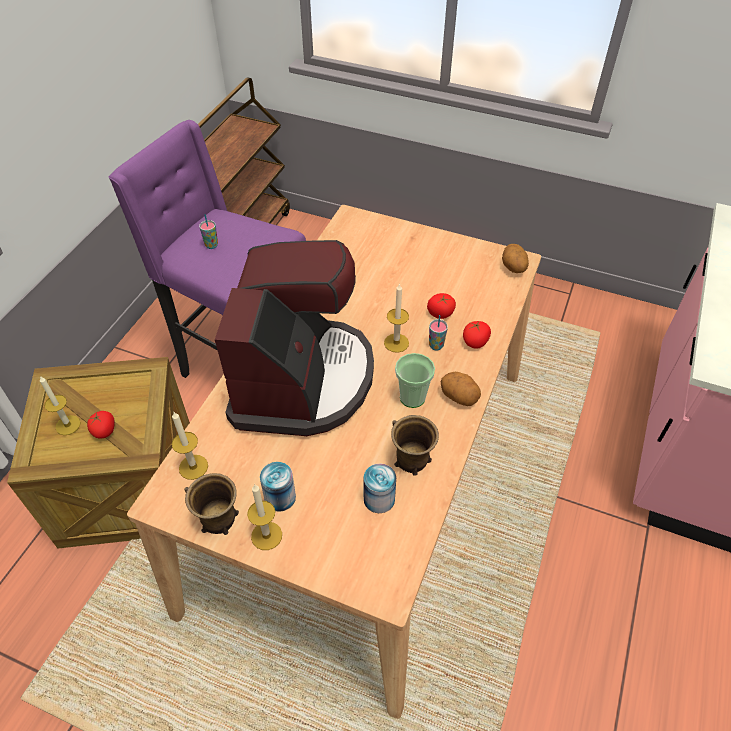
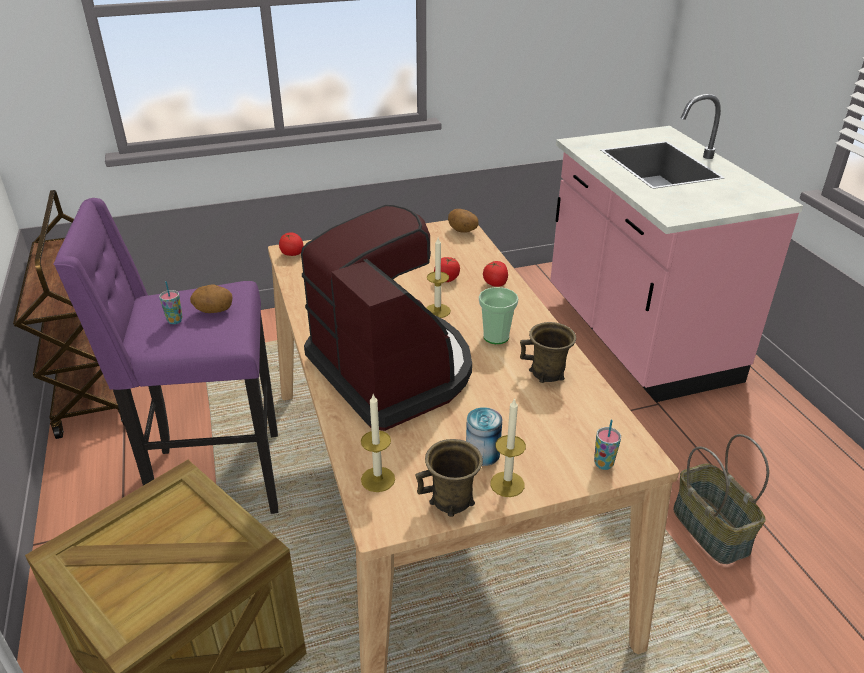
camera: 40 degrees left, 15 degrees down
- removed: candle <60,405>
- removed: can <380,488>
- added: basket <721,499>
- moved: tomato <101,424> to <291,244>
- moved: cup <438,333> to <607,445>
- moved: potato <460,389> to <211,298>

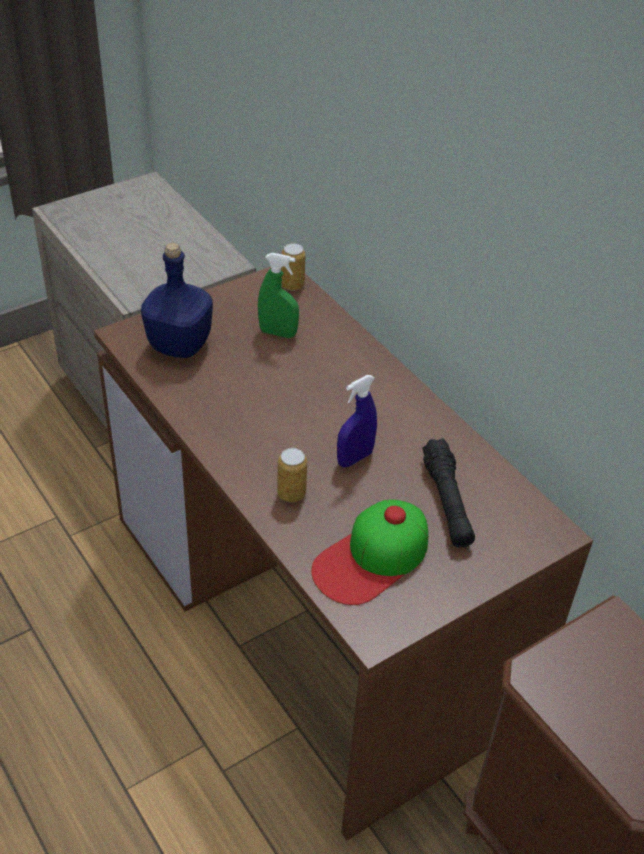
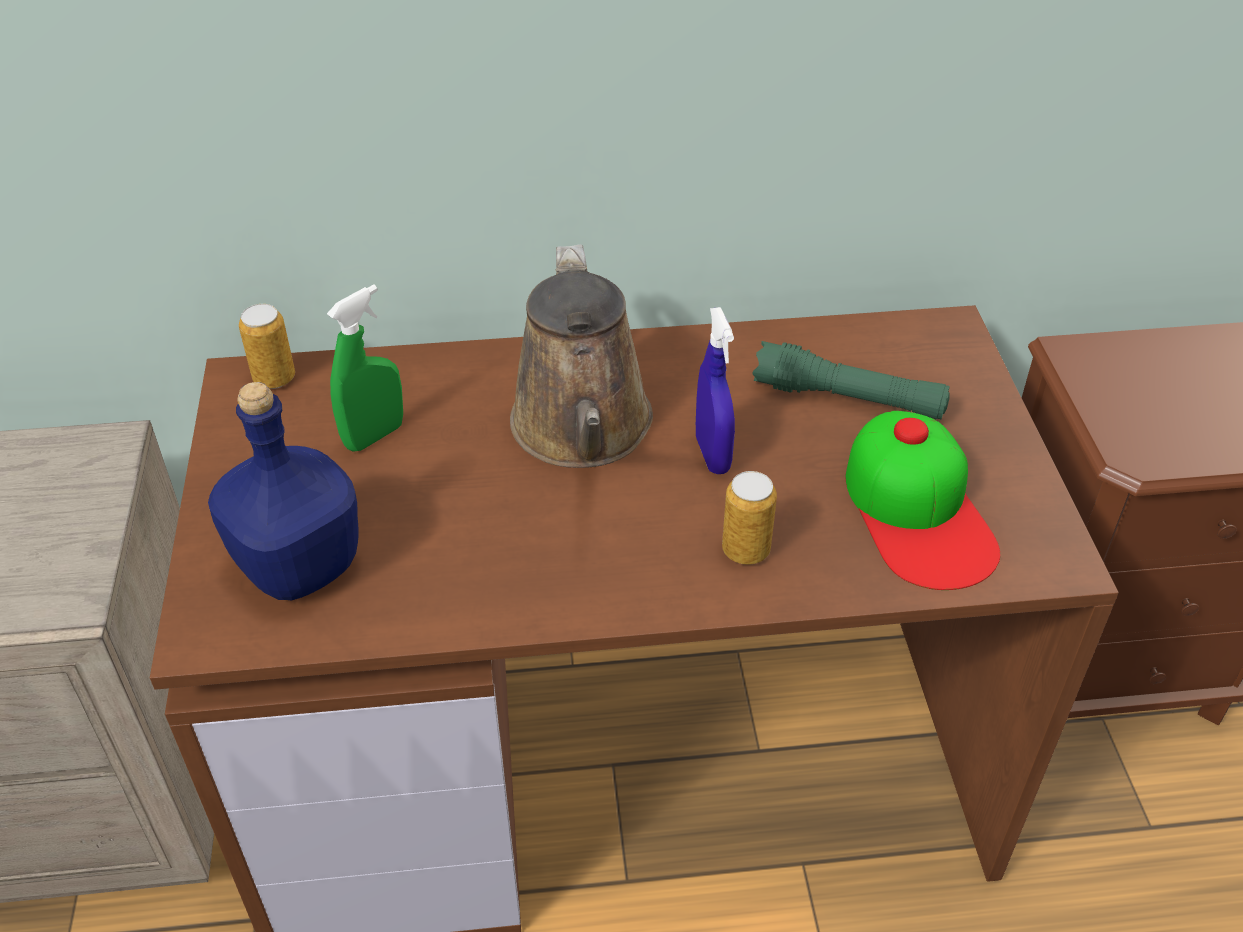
camera: 60 degrees left, 0 degrees up
- added: brown_watering_can <581,356>
- recoloured: black_flashlight <448,493> to green_flashlight <851,380>

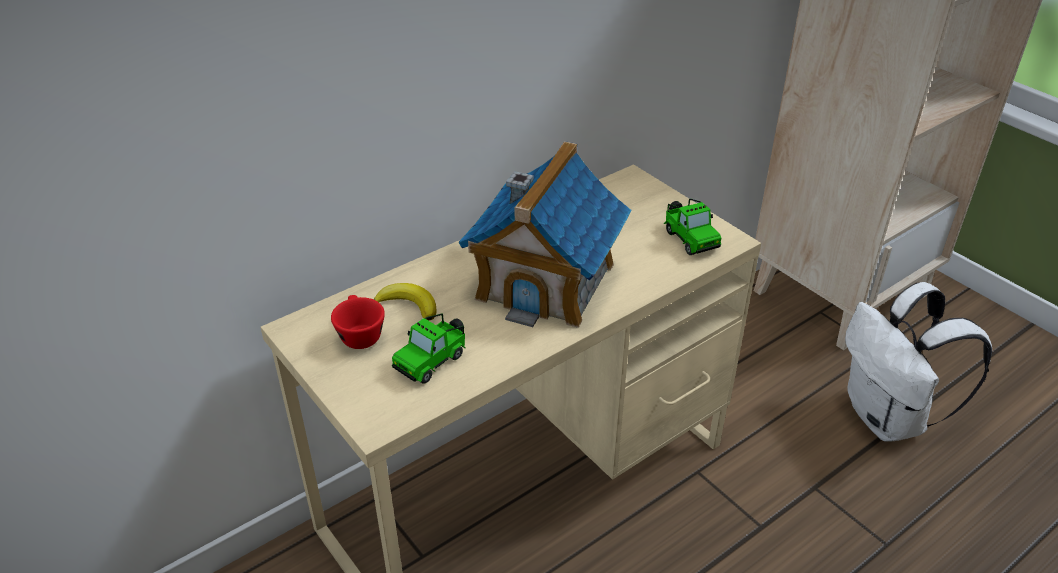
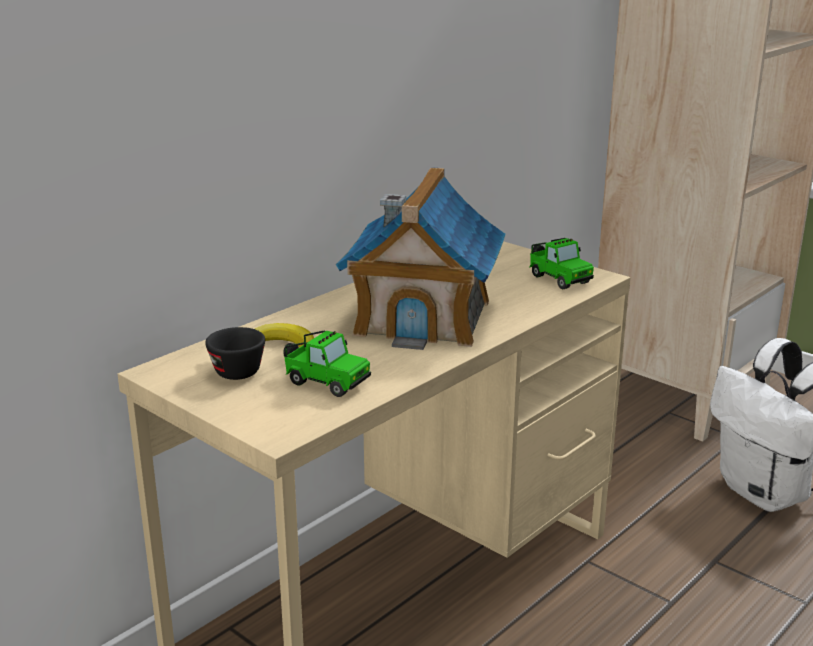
camera: 10 degrees left, 15 degrees down
- recoloured: red_cup <358,322> to black_cup <235,353>
- turned: toy_car <429,348> = <327,364> 90 degrees counterclockwise

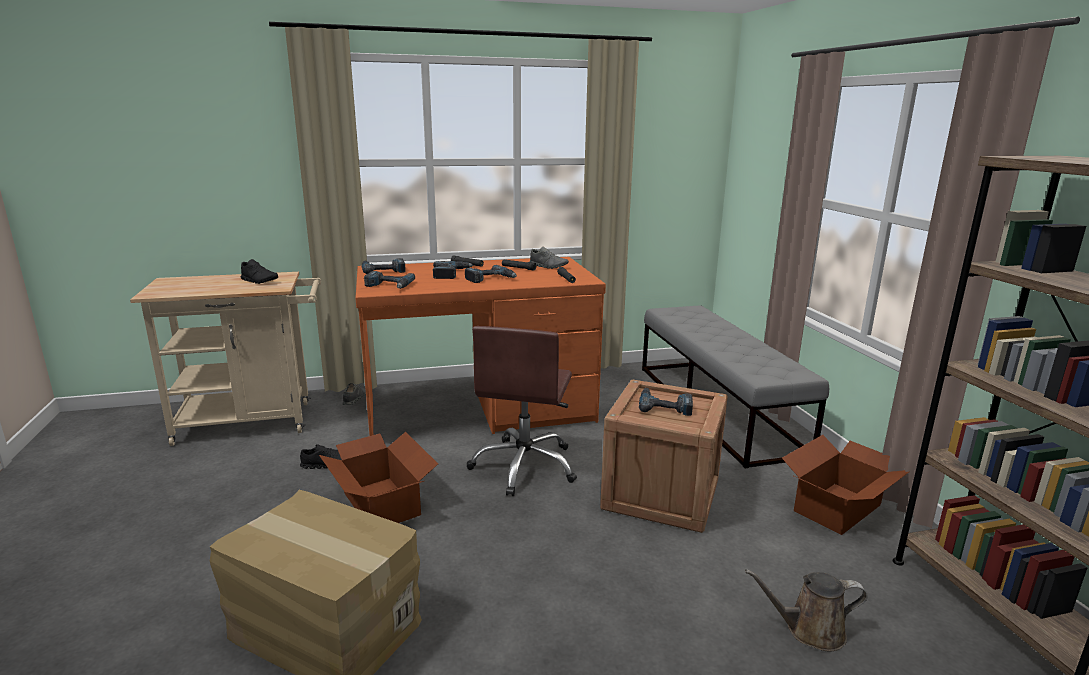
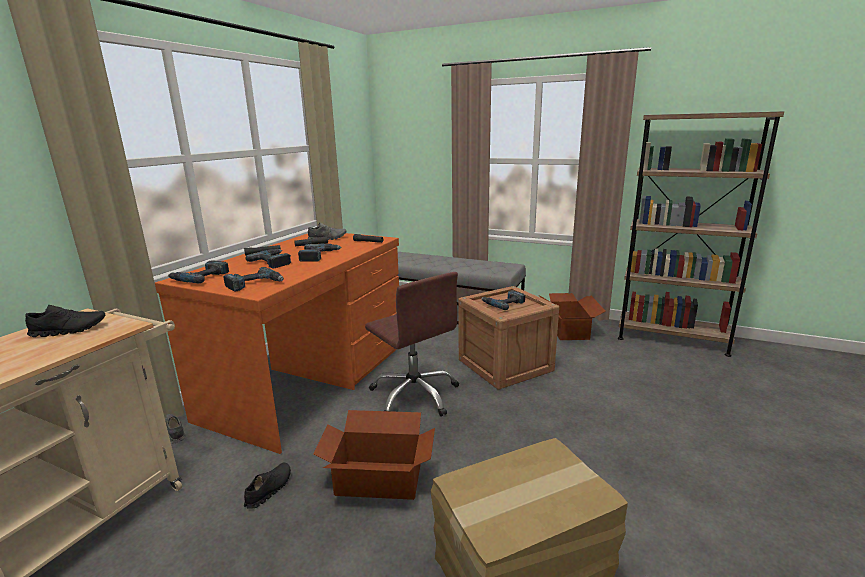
camera: 50 degrees left, 0 degrees up
- removed: brown_watering_can <806,610>

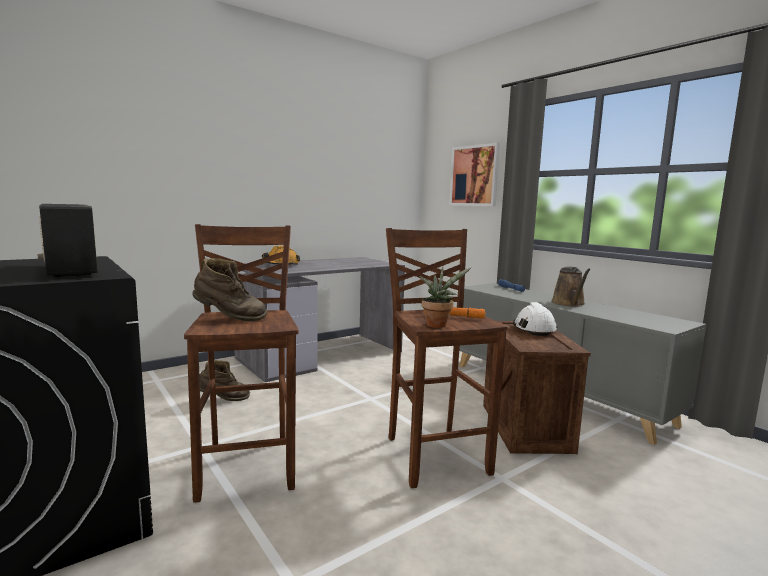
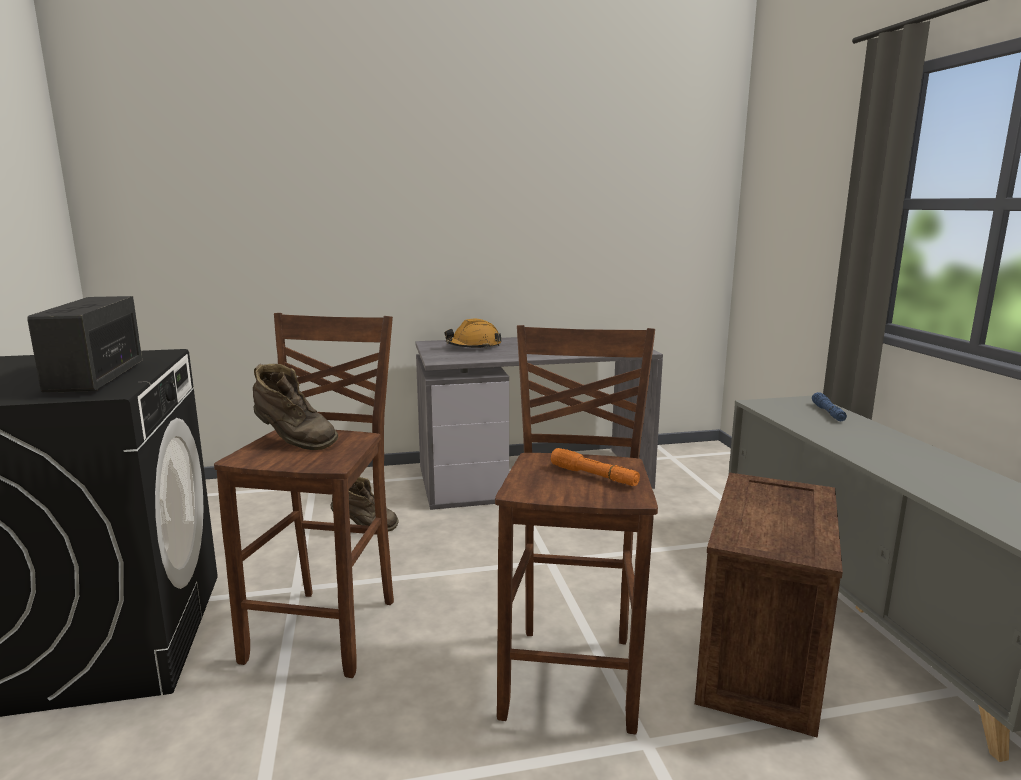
camera: 25 degrees right, 5 degrees up
- removed: potted_plant <445,297>
- removed: picture <474,175>
- removed: white_hard_hat <535,319>
- removed: brown_watering_can <571,287>

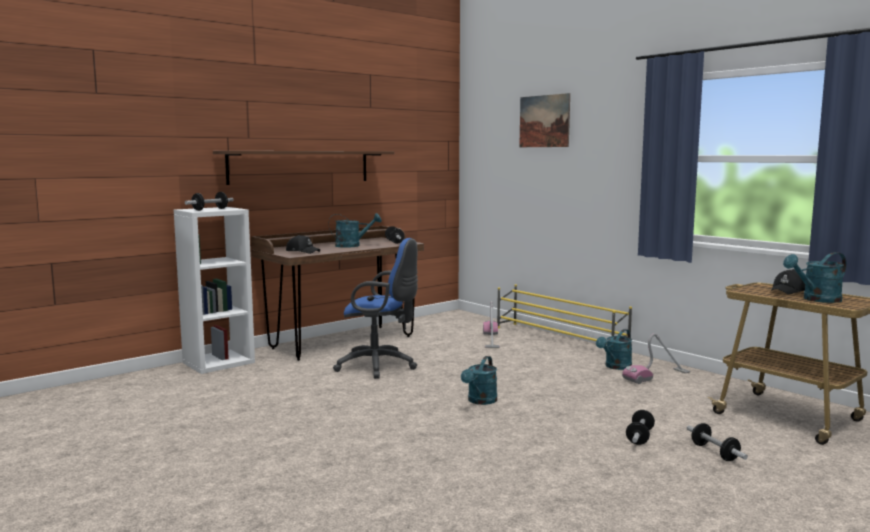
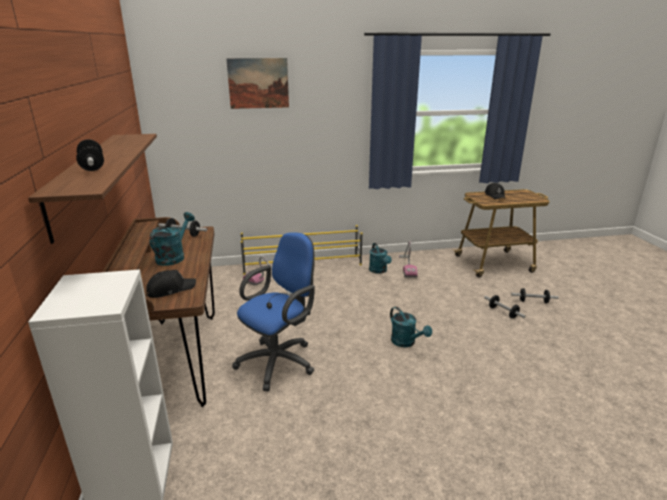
camera: 60 degrees left, 15 degrees up
- removed: turquoise_watering_can <814,277>
- moved: dumbbell <209,201> to <90,155>

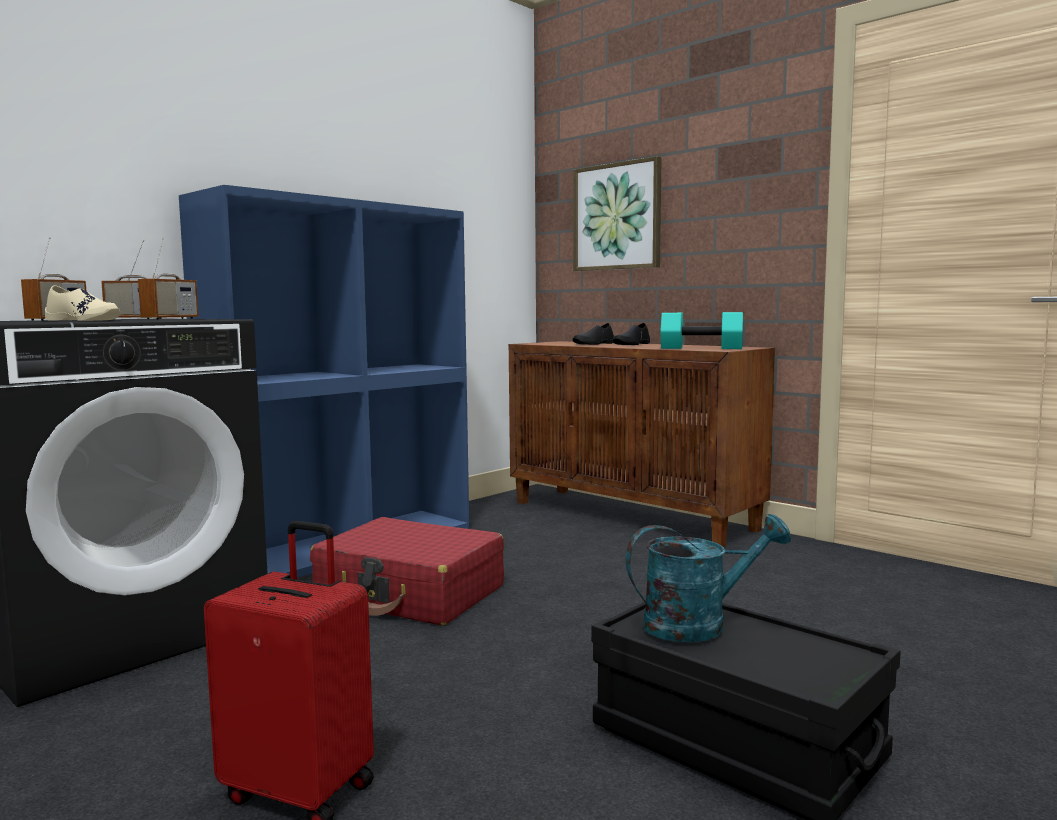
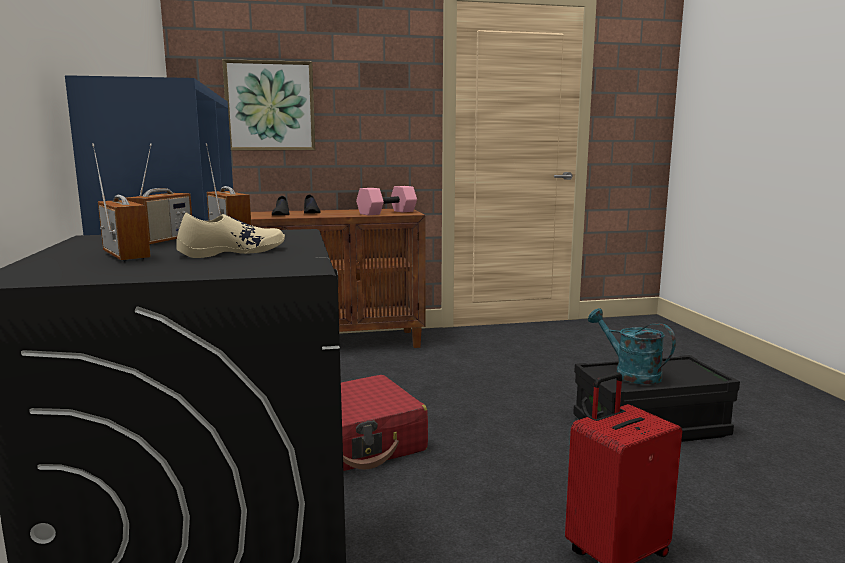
camera: 55 degrees left, 5 degrees up
- recoloured: turquoise_dumbbell <702,330> to pink_dumbbell <386,201>
- turned: turquoise_watering_can <708,578> = <632,346> 60 degrees counterclockwise

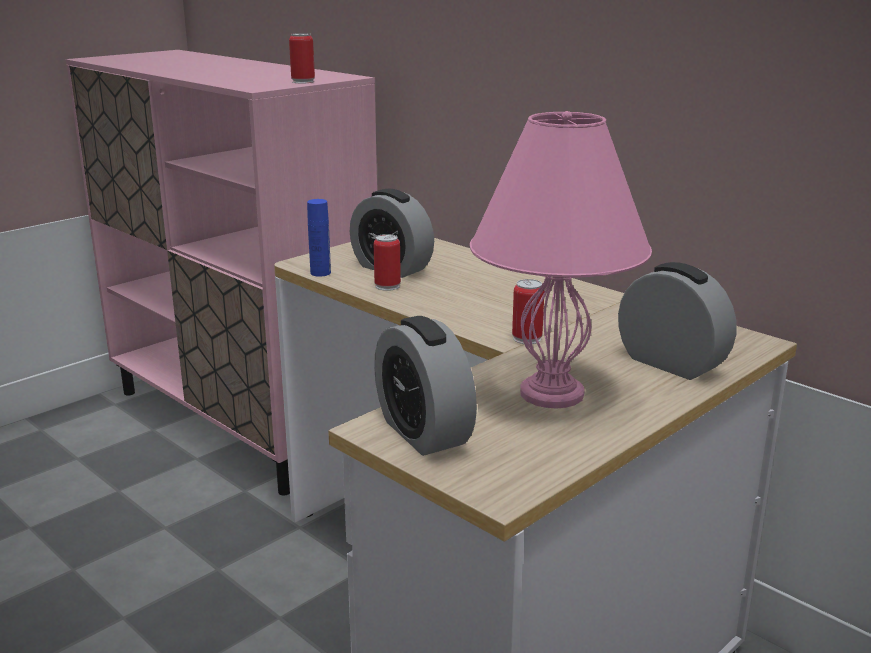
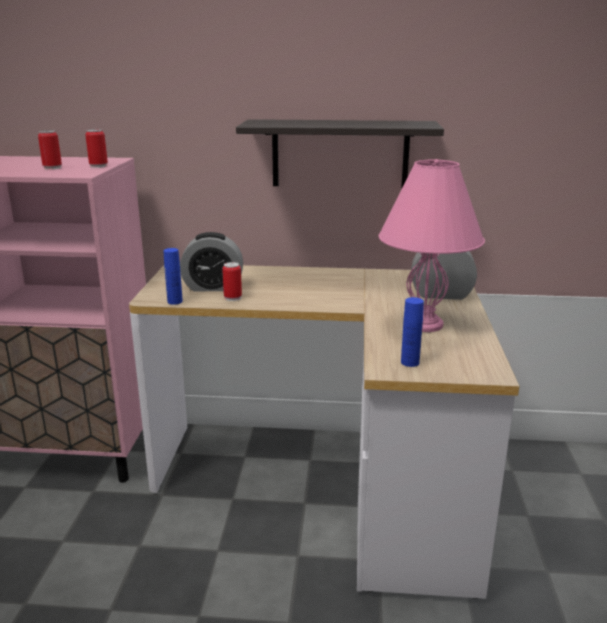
camera: 40 degrees left, 0 degrees up
- added: shelf <340,153>
- moved: can <528,311> to <50,150>
- replaced: alarm_clock <425,386> to blue_bottle <412,332>

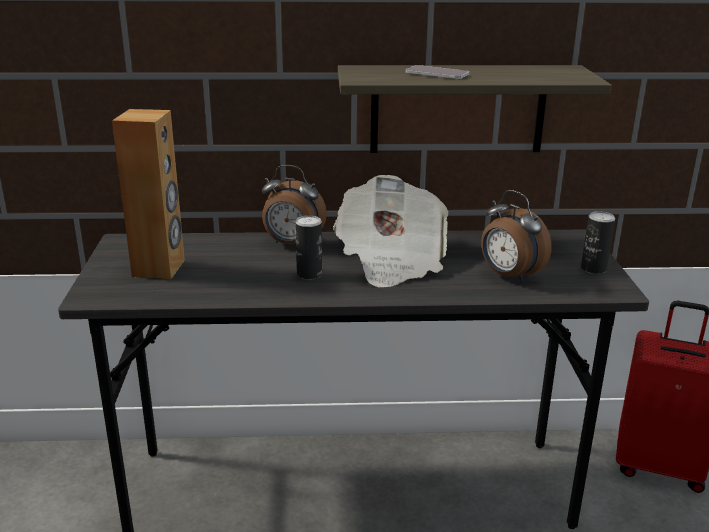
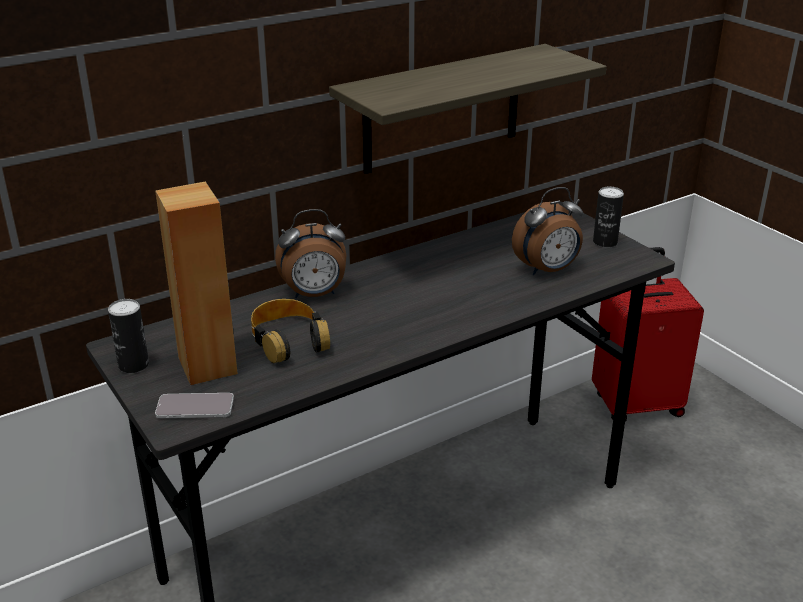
camera: 30 degrees left, 5 degrees up
- removed: newspaper <390,231>
- added: headphones <290,331>
- moved: can <308,247> to <128,336>
- moved: phone <437,72> to <194,406>
- turned: alarm_clock <516,236> = <547,231> 45 degrees counterclockwise

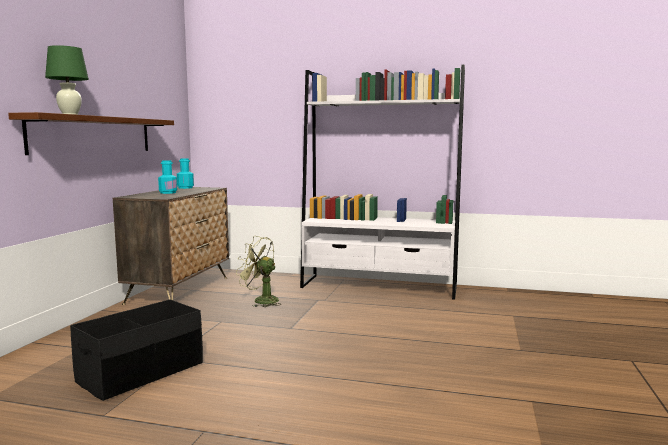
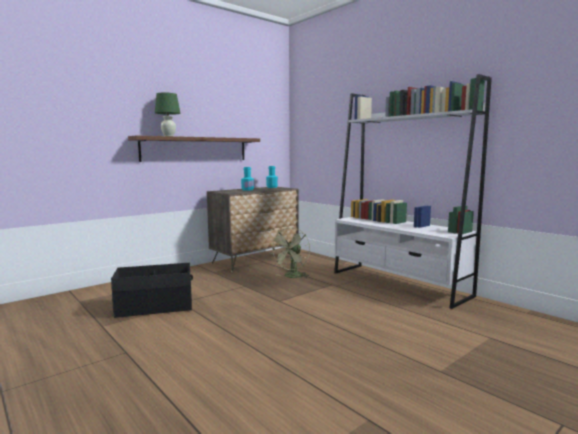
camera: 35 degrees right, 0 degrees up
- turned: green_fan <258,271> = <290,252> 120 degrees counterclockwise

